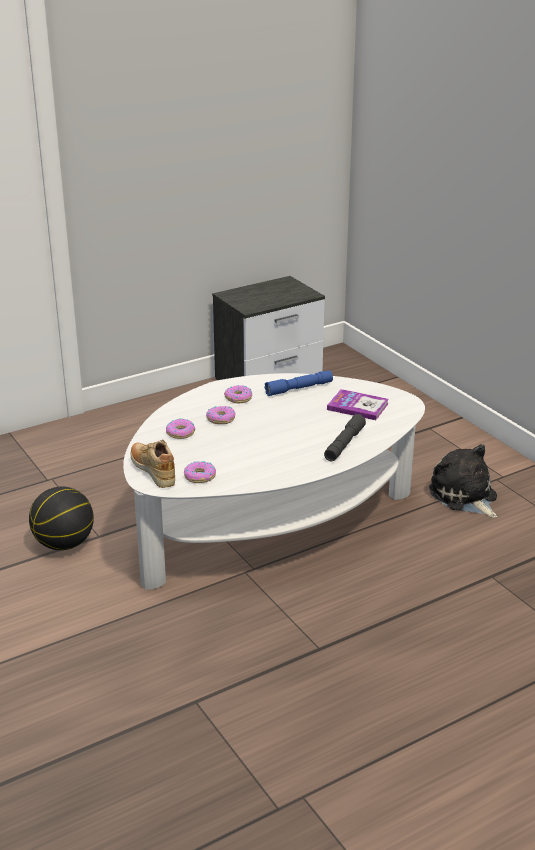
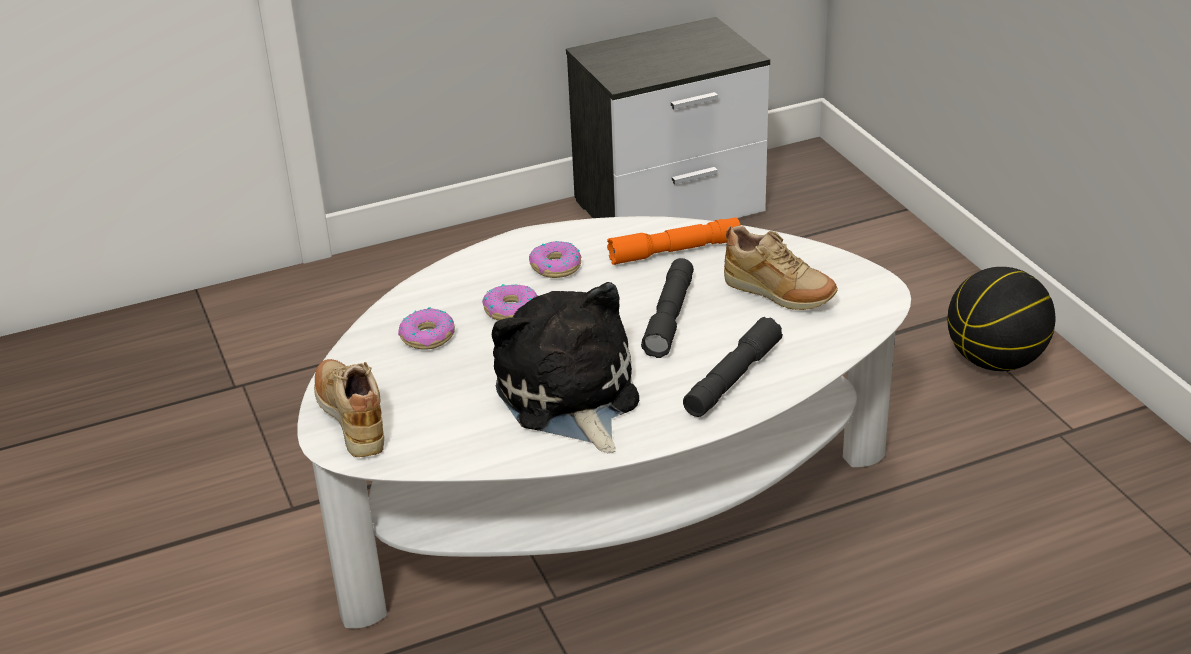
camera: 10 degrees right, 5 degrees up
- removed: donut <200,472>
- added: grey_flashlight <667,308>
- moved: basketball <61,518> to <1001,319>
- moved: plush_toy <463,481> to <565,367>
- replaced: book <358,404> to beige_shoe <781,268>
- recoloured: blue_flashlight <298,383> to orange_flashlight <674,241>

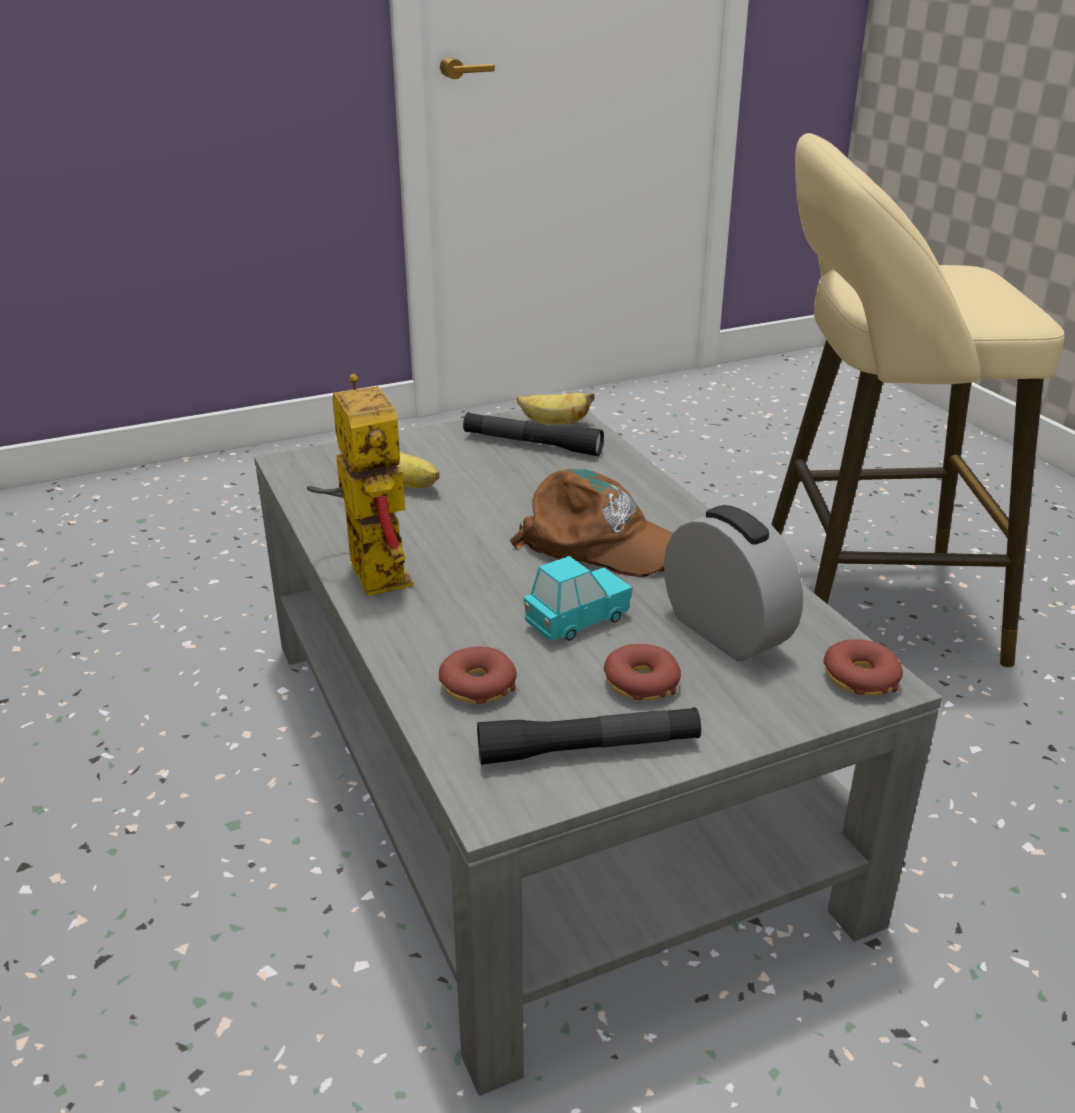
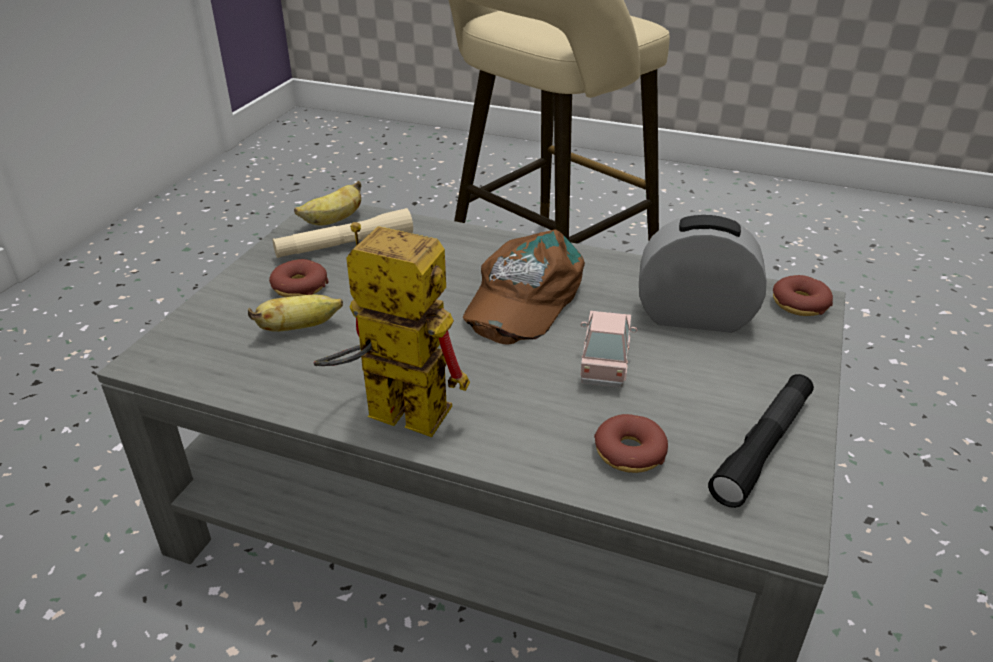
camera: 45 degrees left, 5 degrees up
- moved: donut <642,672> to <299,278>
- recoloured: black_flashlight <533,434> to beige_flashlight <342,233>
- recoloured: turquoise_toy_car <578,598> to pink_toy_car <608,349>
- turned: brown_cap <591,523> = <524,287> 135 degrees clockwise

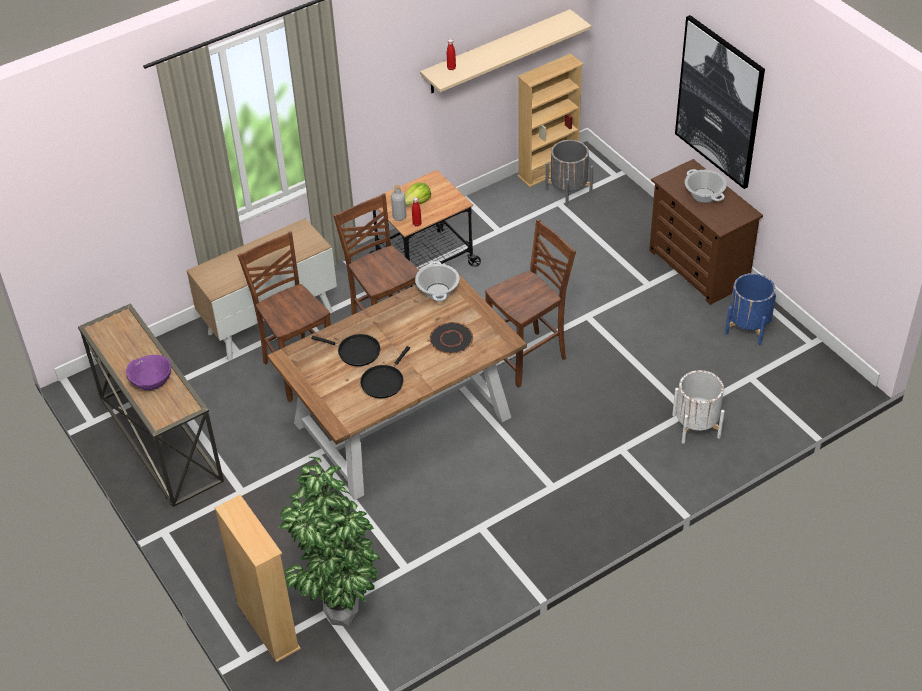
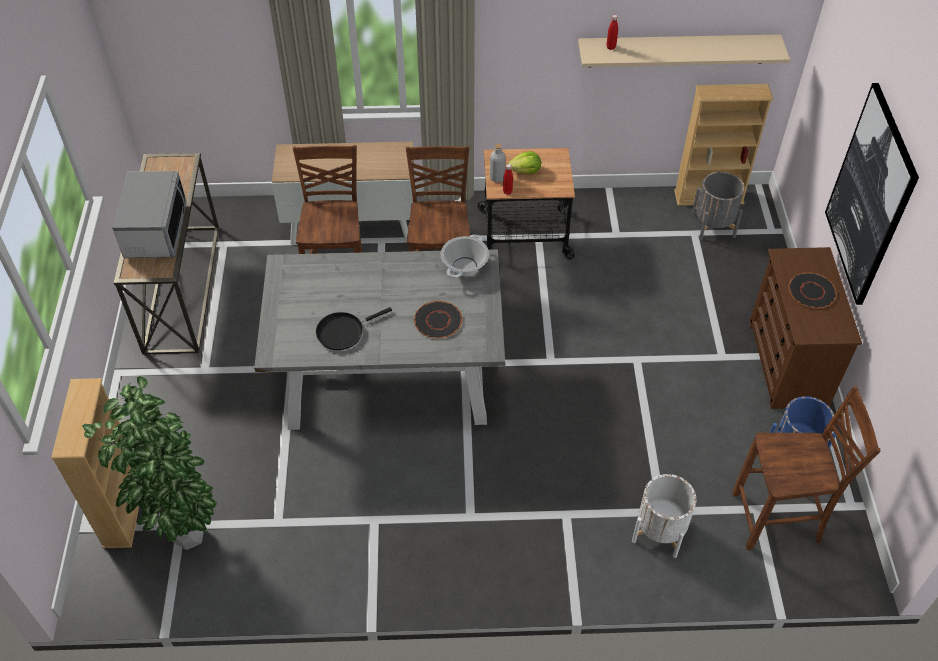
camera: 30 degrees right, 5 degrees up
- removed: black_frying_pan <345,350>
- moved: brown_chair <530,303> to <806,468>
- replaced: purple_bowl <148,372> to microwave <149,214>
- replaced: cooking_pot <706,186> to black_plate <812,290>
- recoloured: brown_dining_table <397,387> to grey_dining_table <379,339>

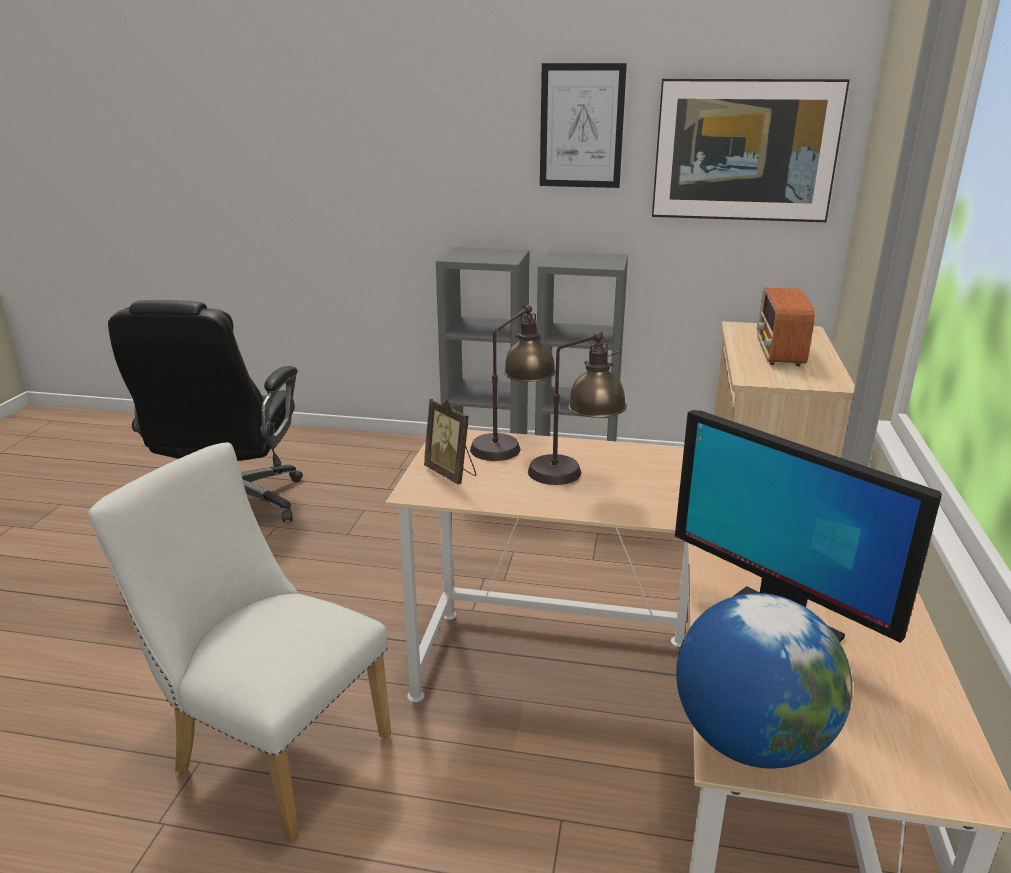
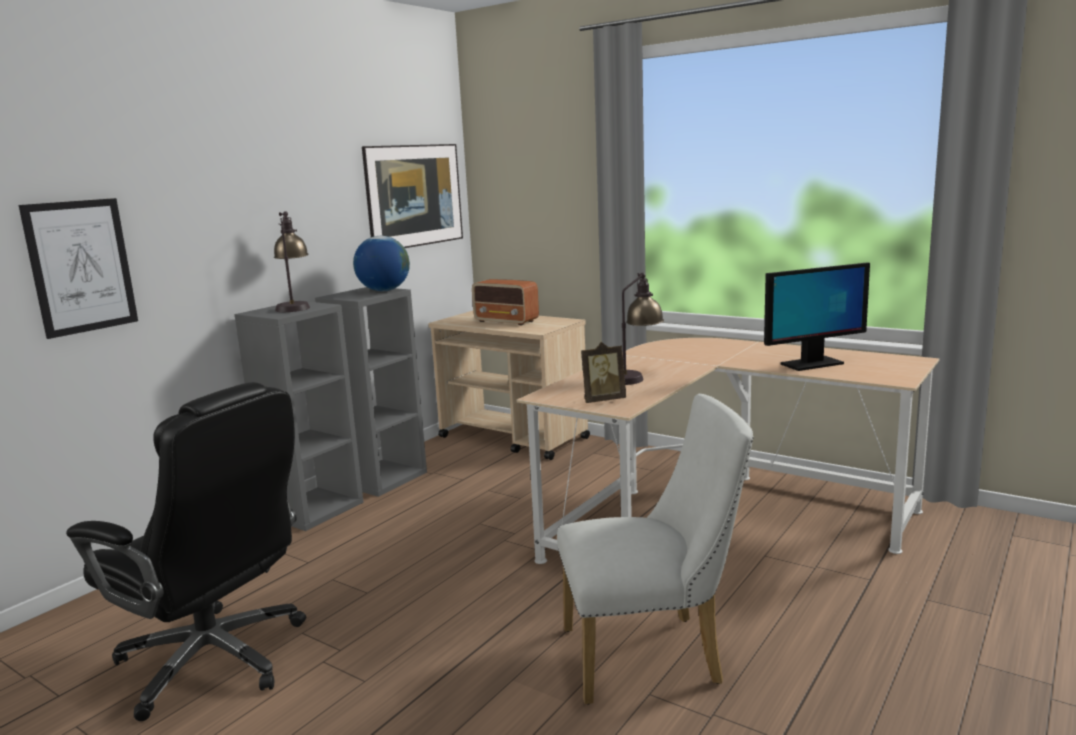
camera: 65 degrees left, 10 degrees down
- moved: table_lamp <513,382> to <292,261>
- moved: picture <583,125> to <78,268>
- moved: globe <764,681> to <381,263>
- turned: white_chair <239,643> = <655,549> 150 degrees counterclockwise

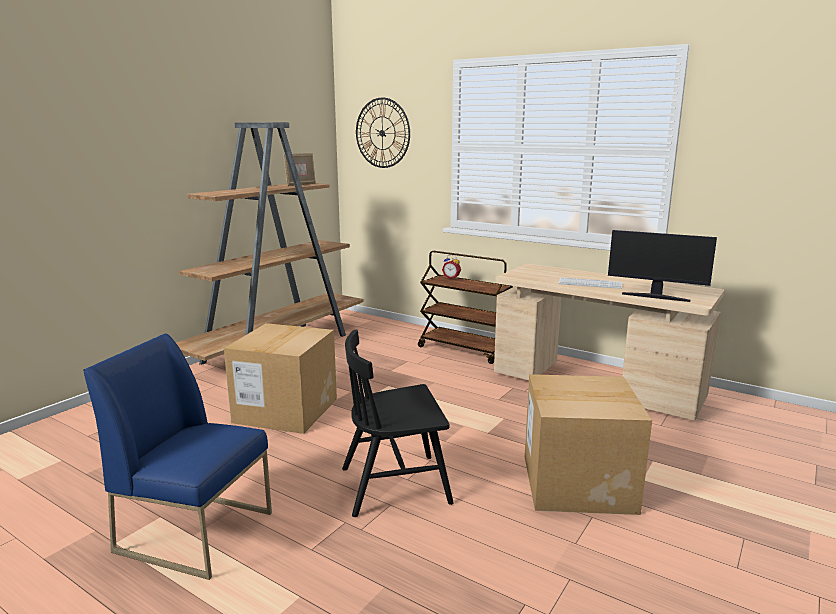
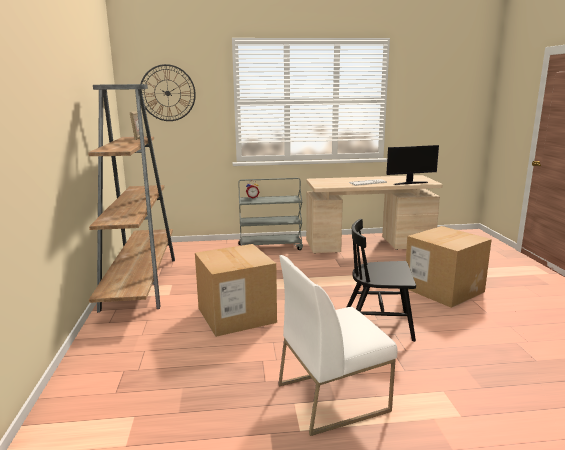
camera: 40 degrees left, 0 degrees up
- recoloured: blue_chair <178,456> to white_chair <337,345>
- recoloured: brown_cart <465,307> to grey_cart <270,214>
- turned: black_chair <398,423> = <381,280> 60 degrees clockwise

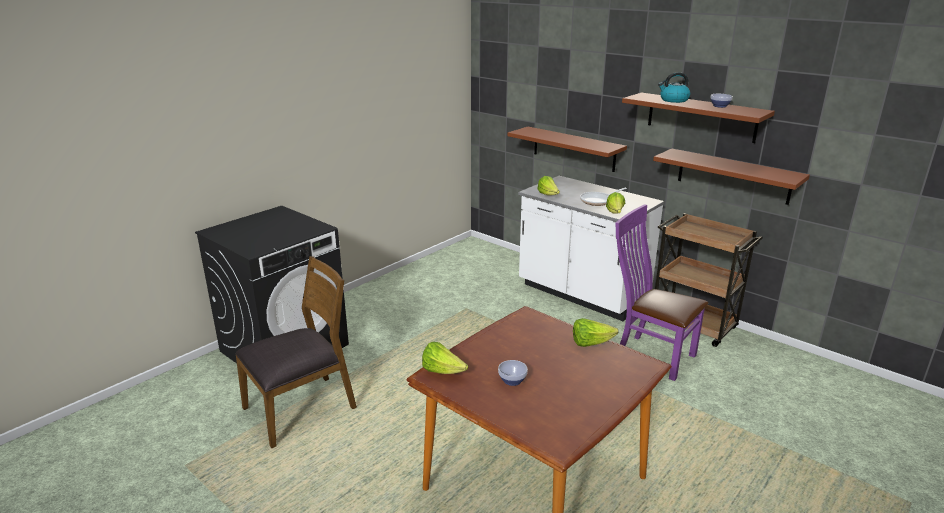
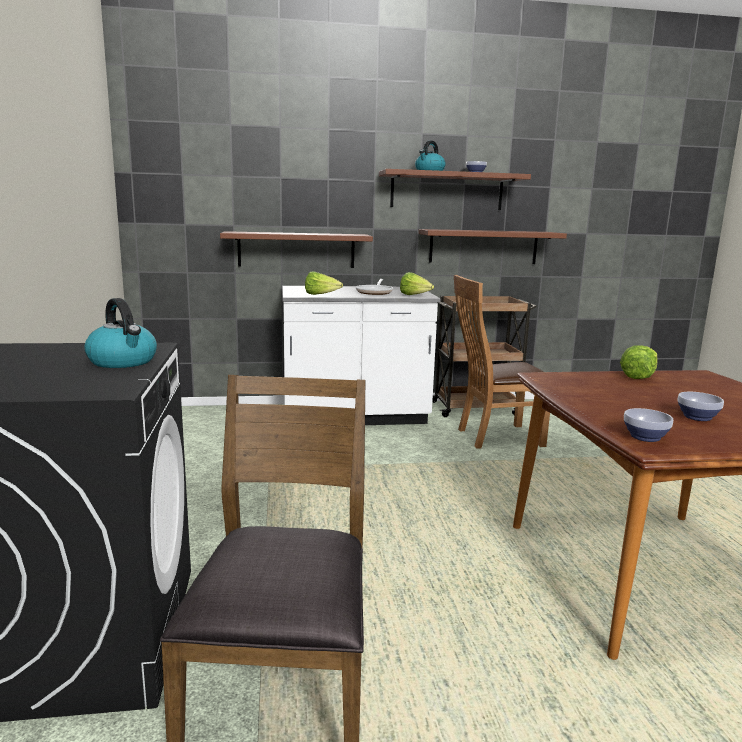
camera: 50 degrees left, 10 degrees down
- added: kettle <120,333>
- replaced: lettuce <445,358> to bowl <648,425>
- recoloured: purple_chair <662,292> to brown_chair <502,362>

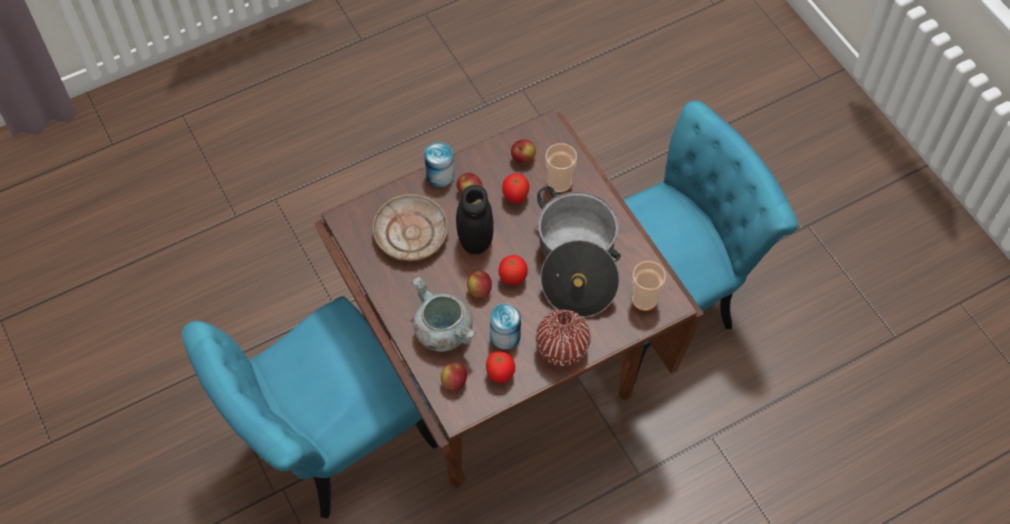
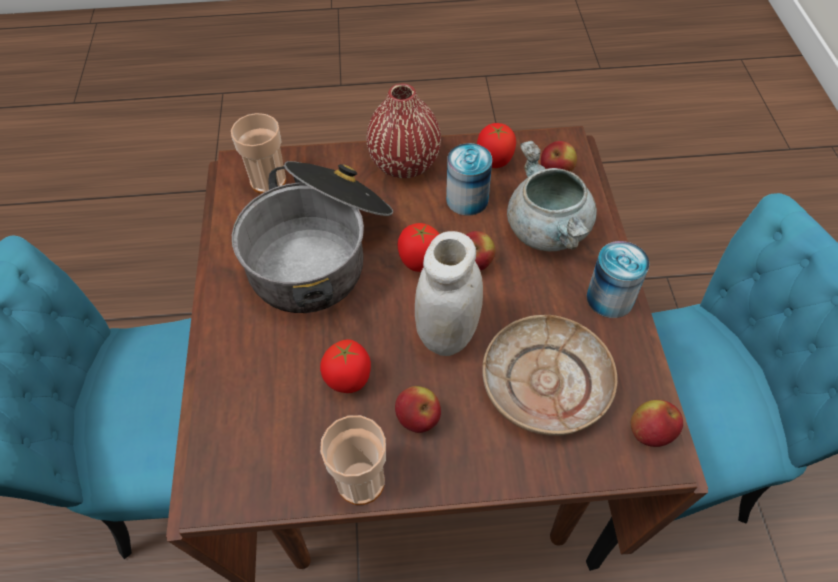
camera: 155 degrees left, 5 degrees down
- moved: can <439,164> to <618,279>
- moved: apple <523,151> to <657,423>
- moved: cup <561,168> to <353,460>
- recoloured: black_jar <475,219> to white_jar <449,293>

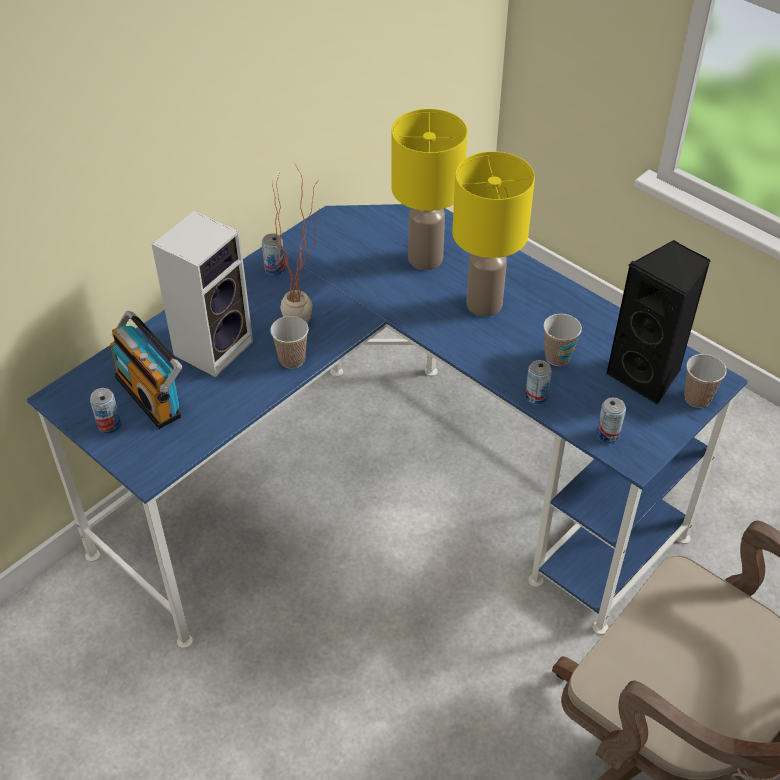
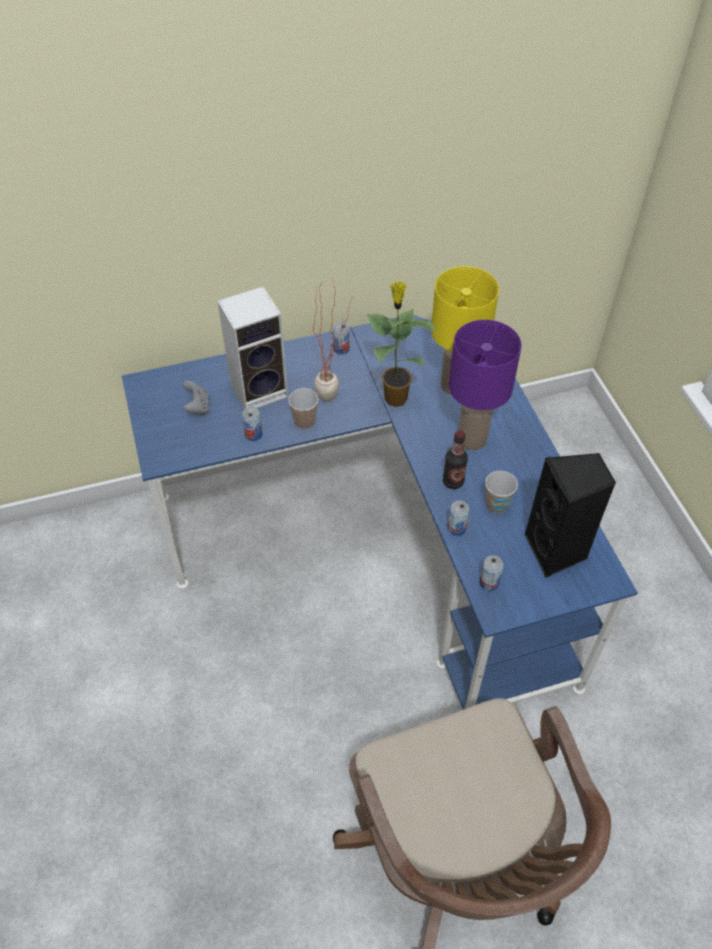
camera: 30 degrees right, 5 degrees up
- removed: cup <705,381>
- added: potted_plant <401,344>
- added: bottle <455,459>
- moved: can <105,411> to <252,424>
- replaced: radio <146,370> to grey_game_controller <196,397>
- recoloured: yellow_table_lamp <493,233> to purple_table_lamp <485,385>

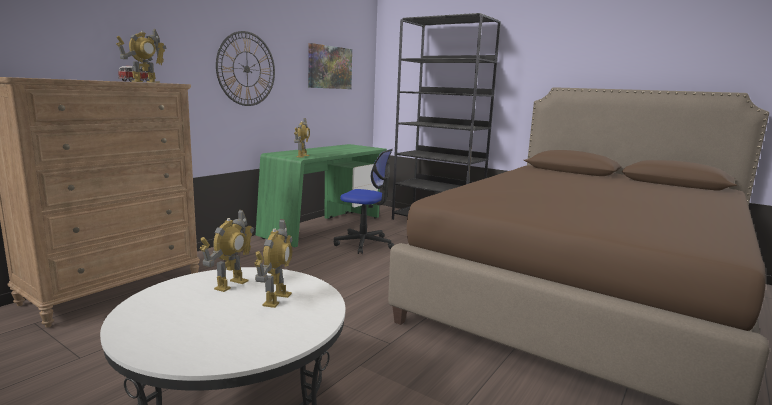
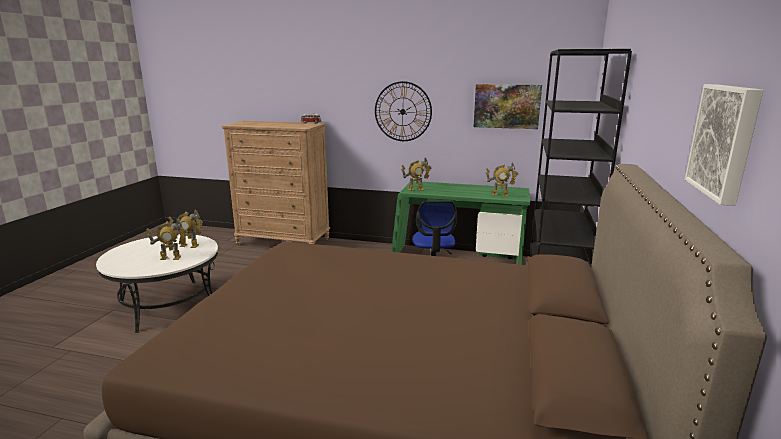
camera: 70 degrees right, 5 degrees up
- added: picture <724,145>
- moved: toy_robot <141,56> to <501,179>

